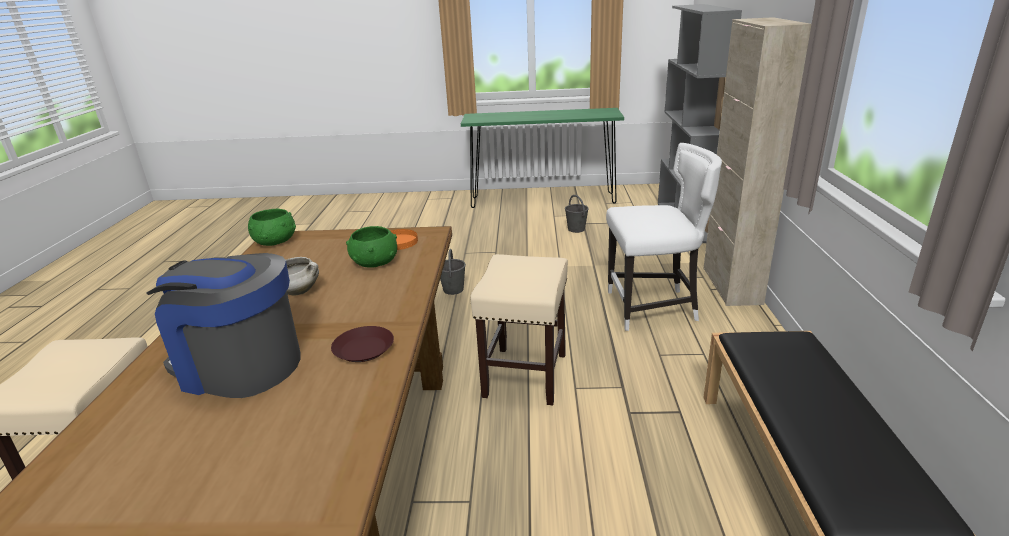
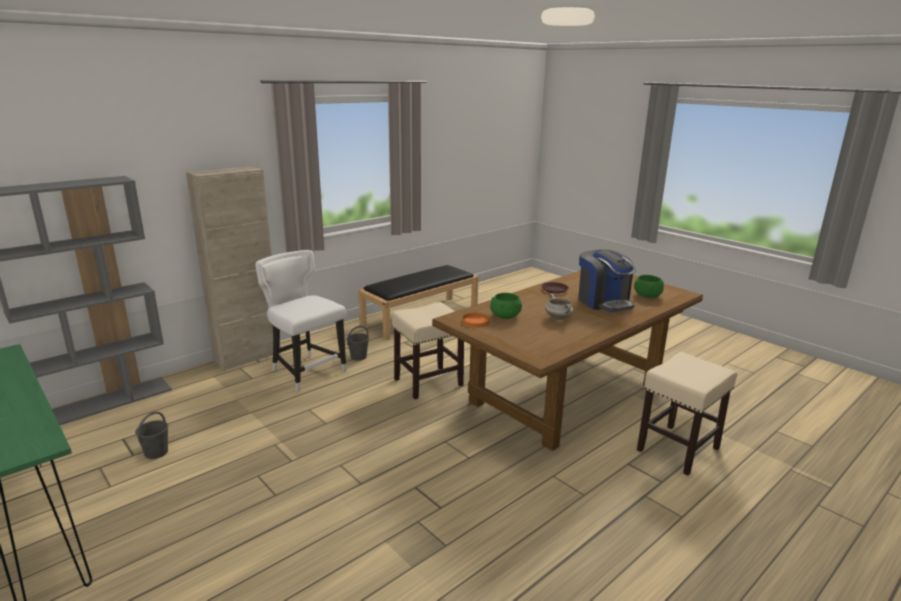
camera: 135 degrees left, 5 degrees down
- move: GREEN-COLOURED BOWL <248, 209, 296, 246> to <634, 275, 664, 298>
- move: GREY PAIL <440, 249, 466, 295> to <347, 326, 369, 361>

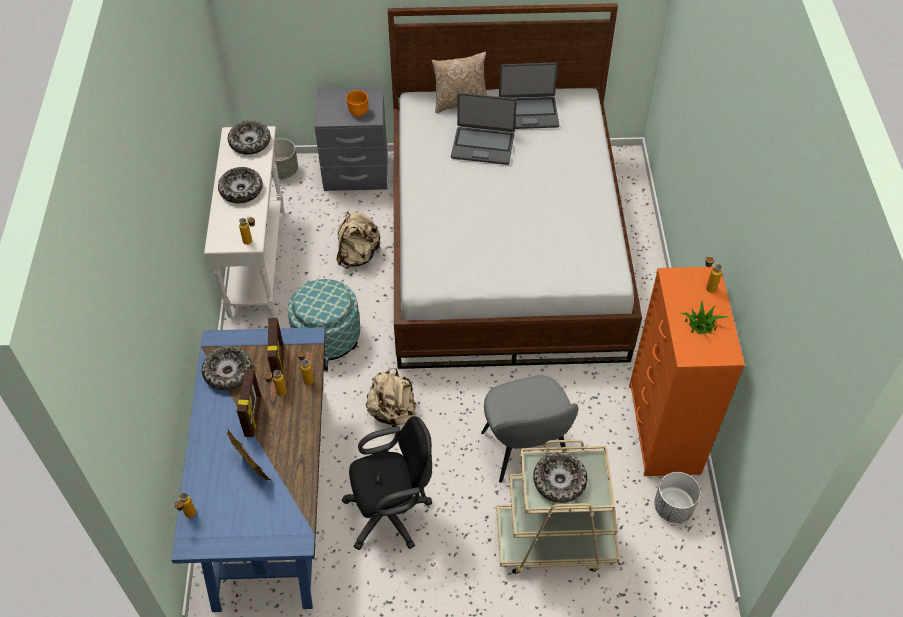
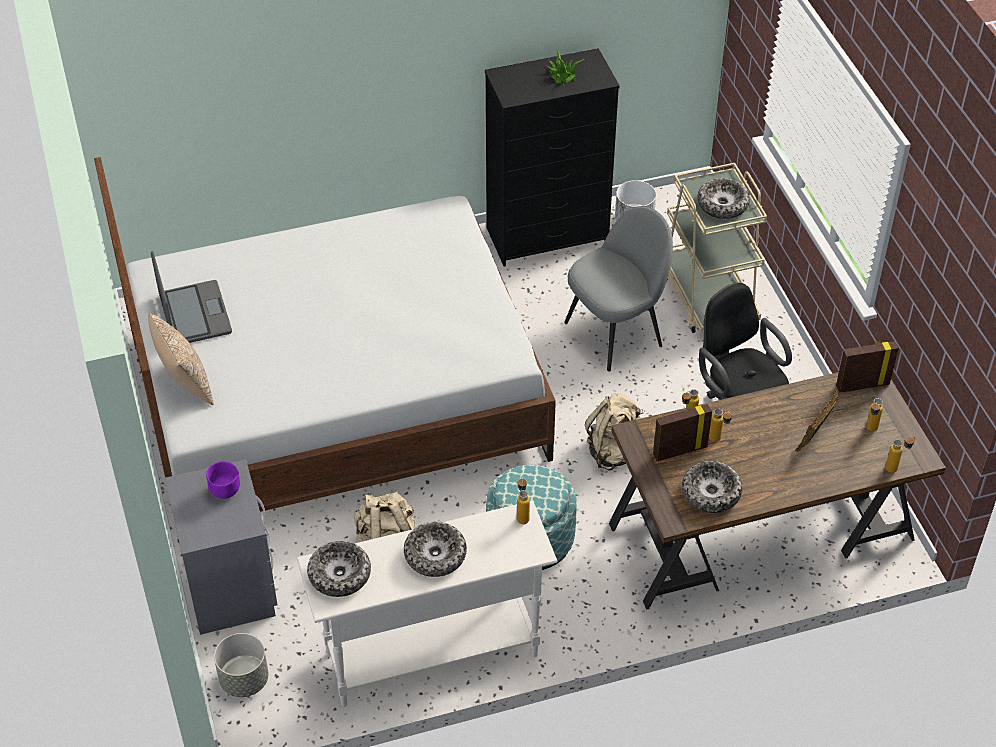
camera: 105 degrees left, 5 degrees down
- recolor: ORANGE BOWL <346, 90, 368, 117> to PURPLE BOWL <206, 461, 240, 499>
- delete: LAPTOP <451, 93, 517, 165>
- move: BEVERAGE BOTTLE <705, 256, 722, 293> to <866, 398, 883, 431>
- recolor: ORANGE CHEST OF DRAWERS <629, 267, 745, 476> to BLACK CHEST OF DRAWERS <485, 48, 620, 267>
- recolor: BLUE-COLOURED DESK <171, 327, 328, 612> to BROWN DESK <609, 372, 946, 610>
- move: STANDING FRAME <237, 369, 261, 437> to <836, 341, 899, 393>

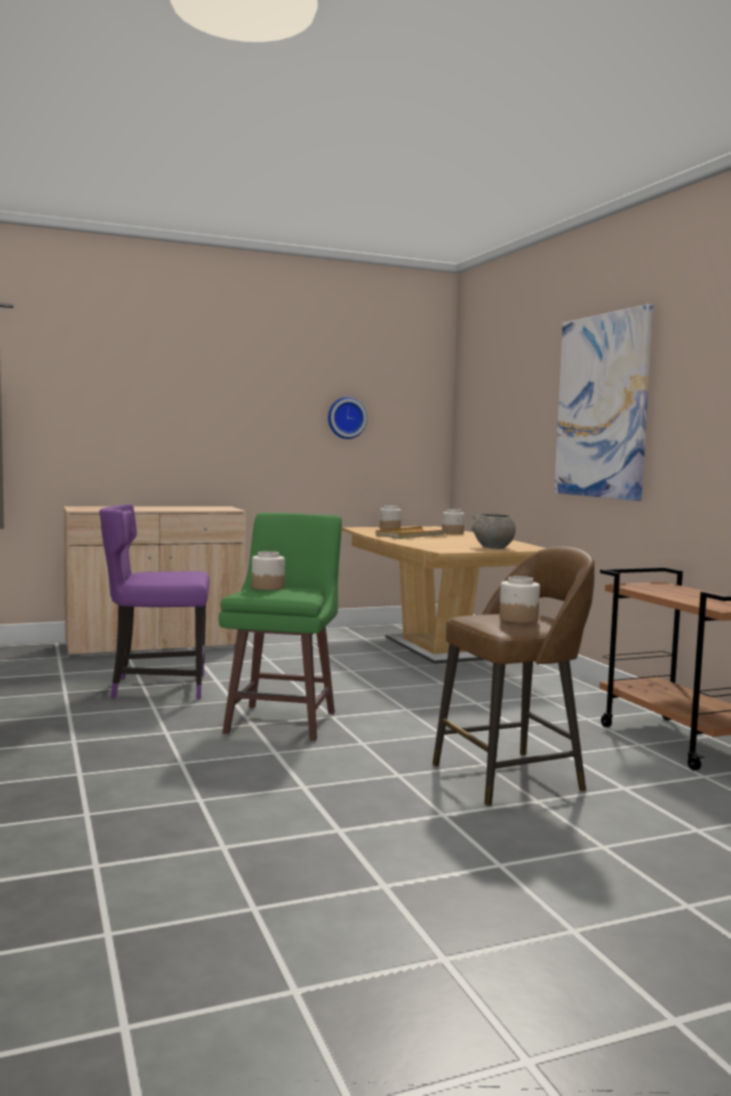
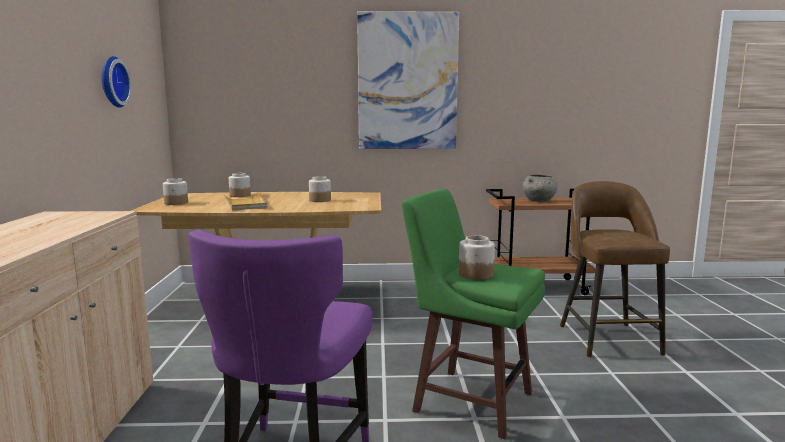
camera: 70 degrees left, 5 degrees up
- move: GREY BOWL <471, 514, 516, 549> to <523, 175, 558, 202>
- move: JAR <499, 576, 540, 623> to <309, 176, 331, 202>

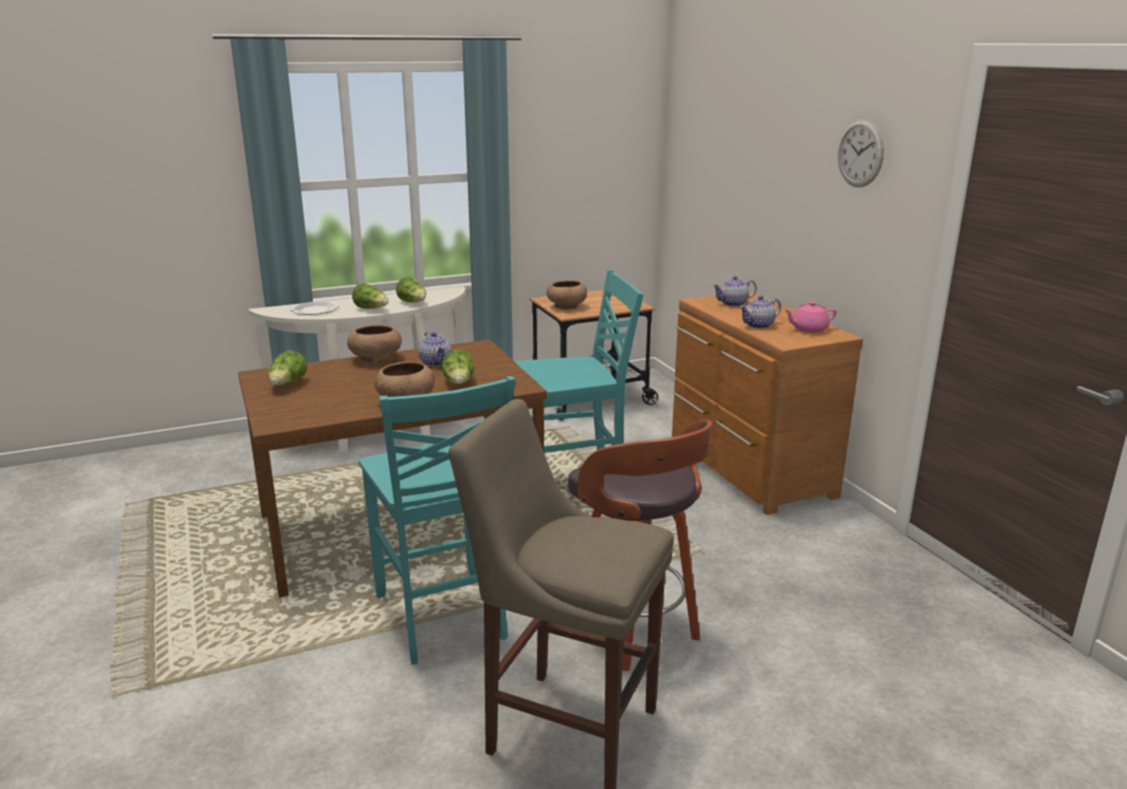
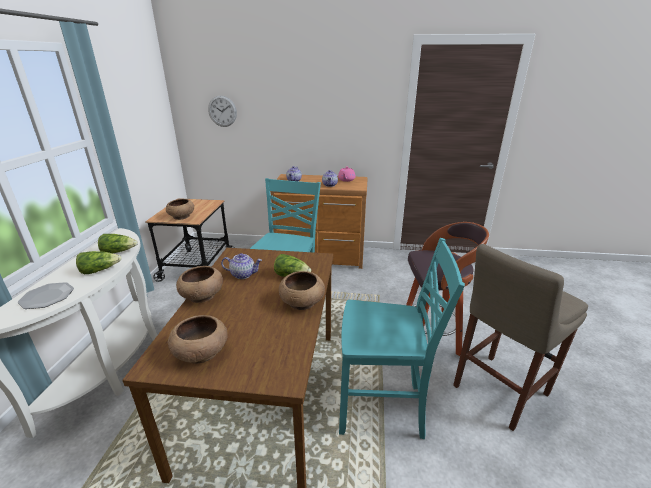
camera: 60 degrees left, 5 degrees up
- move: HANGING CLOCK <838, 119, 884, 187> to <208, 96, 237, 127>
- replace: LETTUCE HEAD <268, 350, 307, 385> to BROWN BOWL <168, 315, 228, 364>

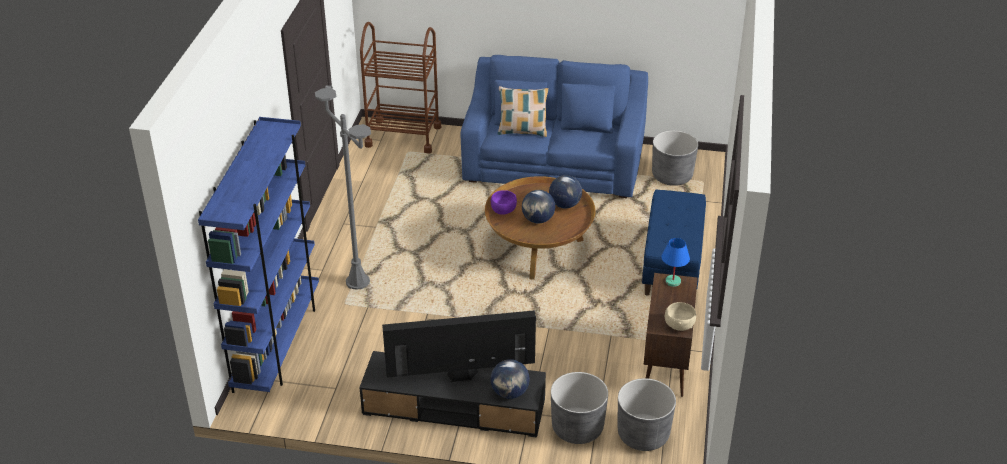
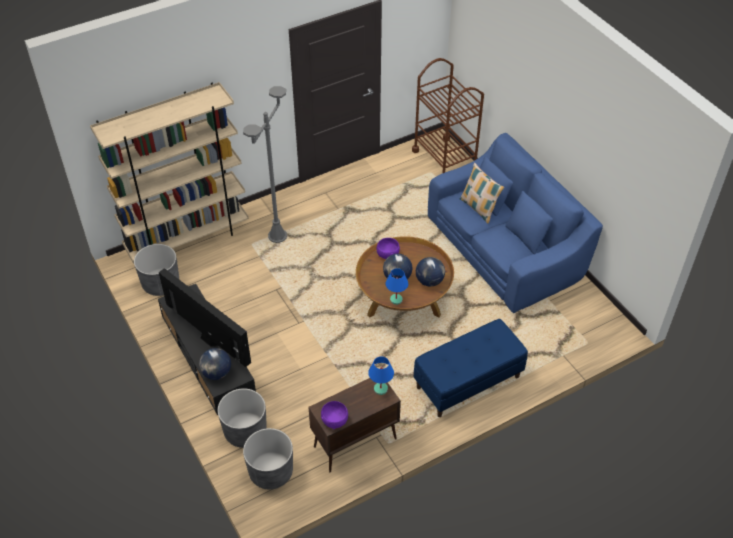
camera: 50 degrees right, 10 degrees up
- recolor: BLUE-COLOURED BOOKSHELF <198, 117, 319, 393> to BEIGE-COLOURED BOOKSHELF <90, 82, 249, 264>
- move: GREY PLANTER <652, 130, 698, 186> to <134, 244, 179, 296>
- recolor: BEIGE-COLOURED BOWL <665, 302, 696, 331> to PURPLE BOWL <321, 401, 348, 429>
- insert: BLUE-COLOURED LAMP FOR A TABLE <385, 268, 408, 305>

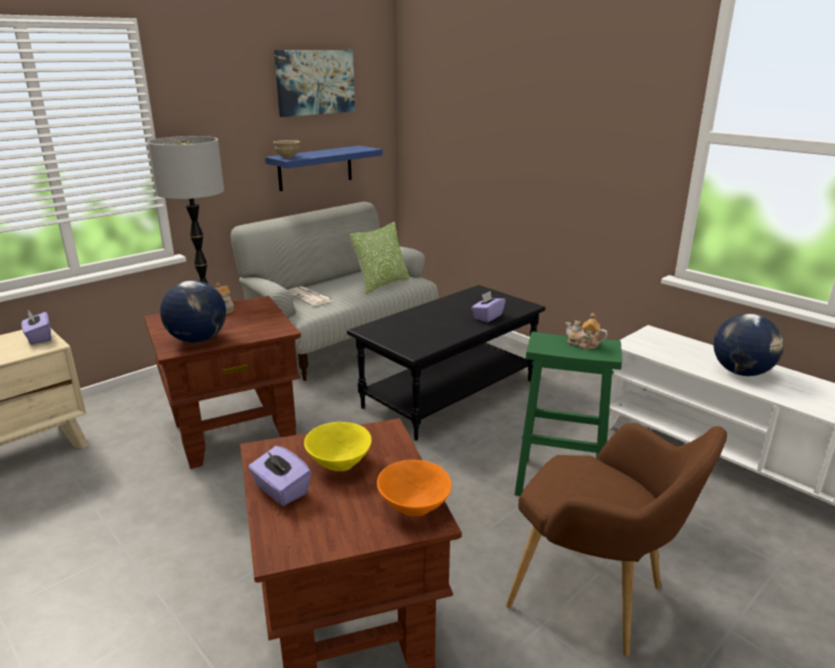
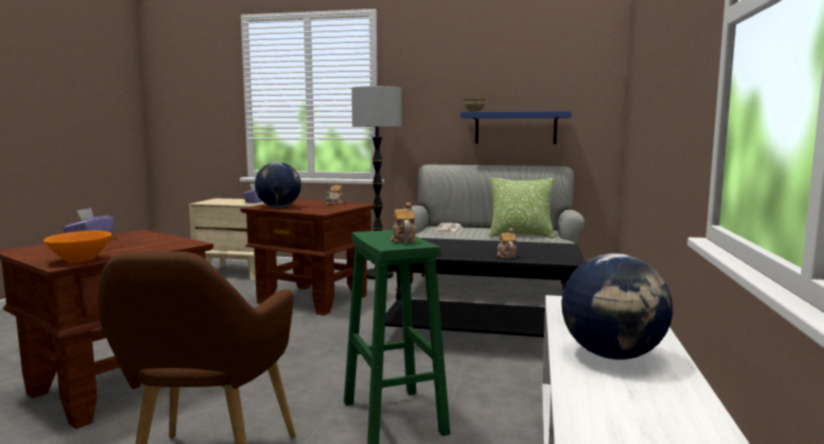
camera: 55 degrees right, 15 degrees down
- delete: WALL ART <274, 50, 355, 117>
- replace: PURPLE BOX OF TISSUES <471, 291, 506, 322> to TEA POT <497, 228, 517, 258>
- delete: YELLOWISH BOWL <304, 422, 371, 471>

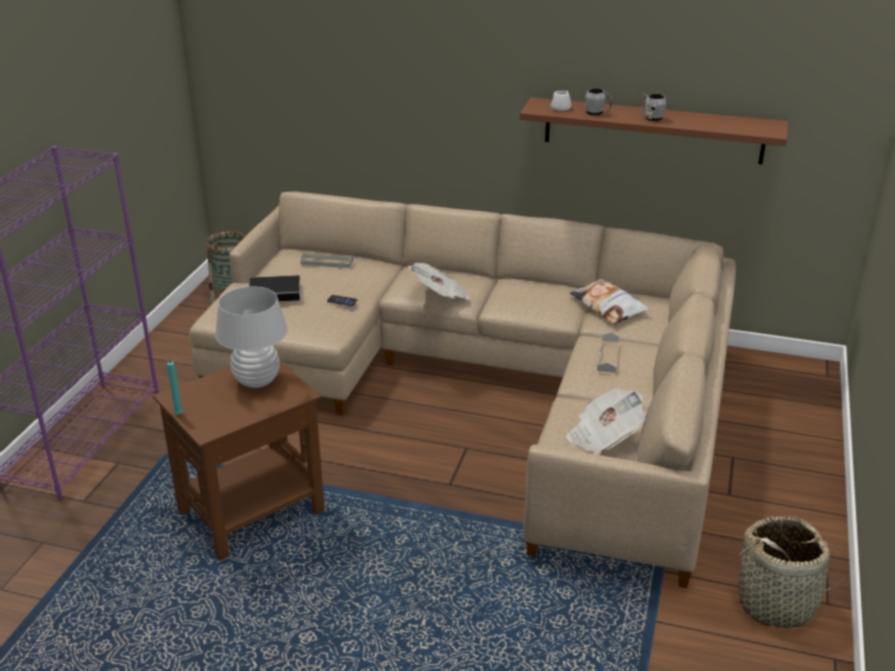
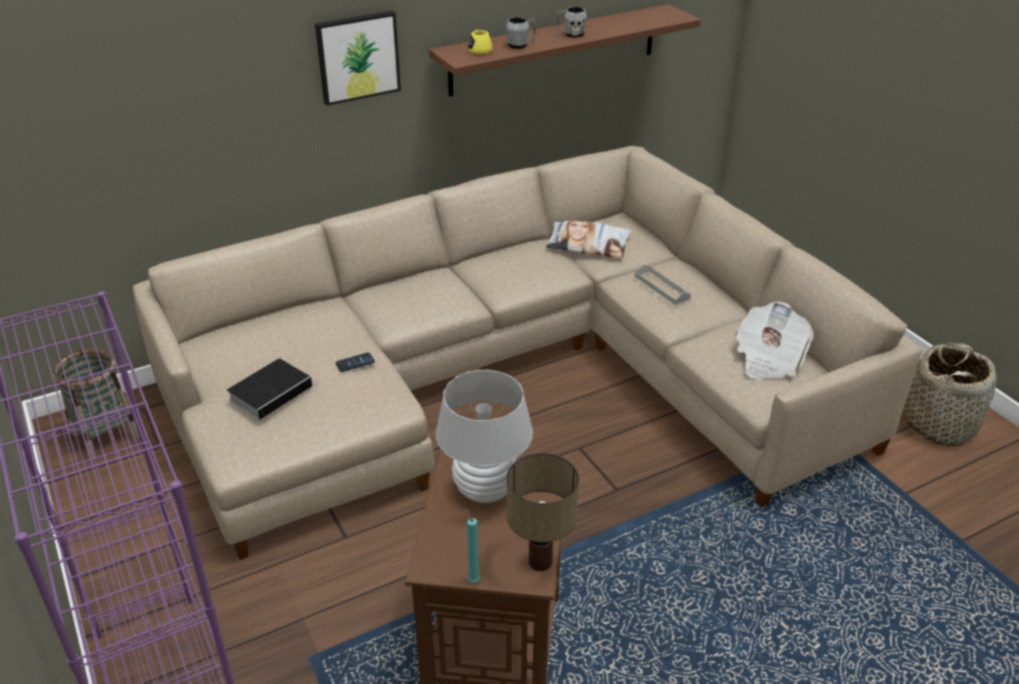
camera: 45 degrees left, 5 degrees up
- recolor: WHITE MUG <550, 91, 571, 111> to YELLOWISH MUG <468, 30, 492, 54>
- delete: GREY SERVING TRAY <300, 253, 353, 268>
- delete: NEWSPAPER <408, 263, 470, 299>
- insert: WALL ART <315, 11, 401, 106>
- insert: LAMP FOR A TABLE <507, 453, 579, 571>

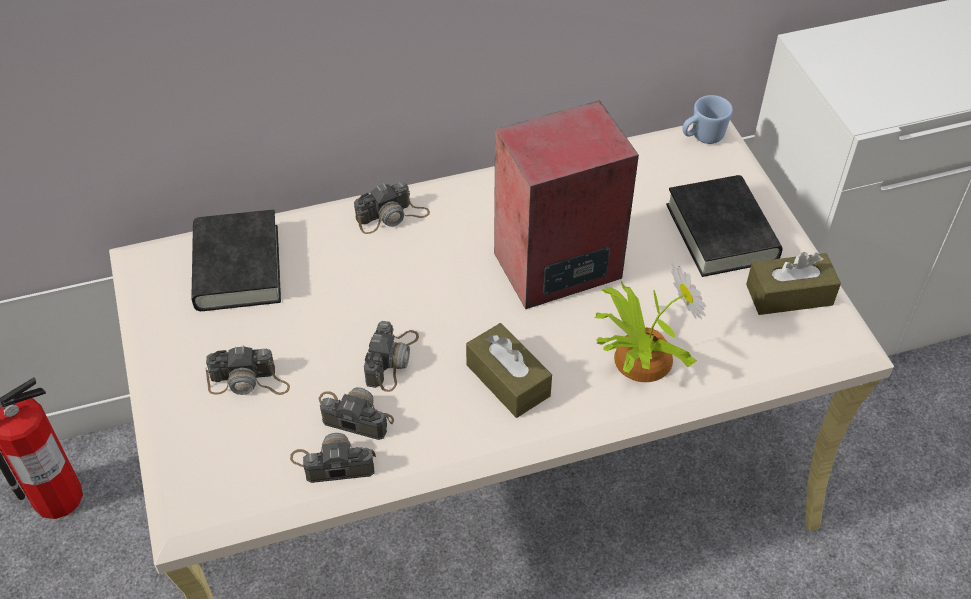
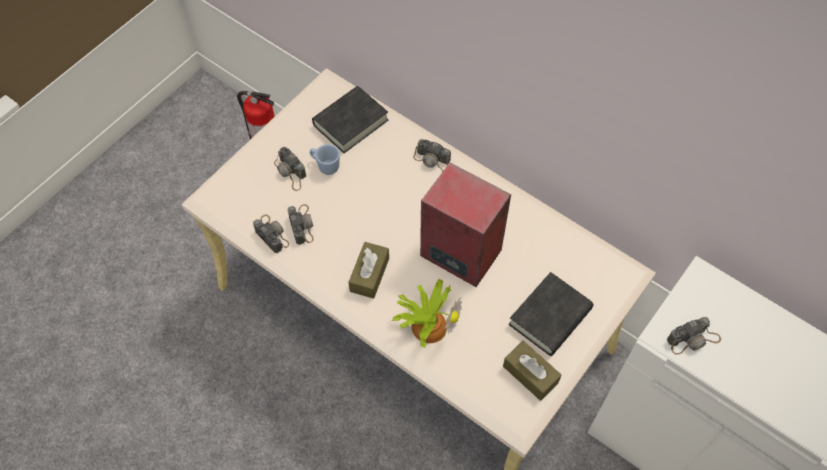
camera: 55 degrees right, 10 degrees up
- move: BLUE-COLOURED MUG <682, 95, 733, 144> to <310, 144, 340, 175>
- move: PHOTO CAMERA <364, 321, 419, 392> to <667, 317, 721, 355>

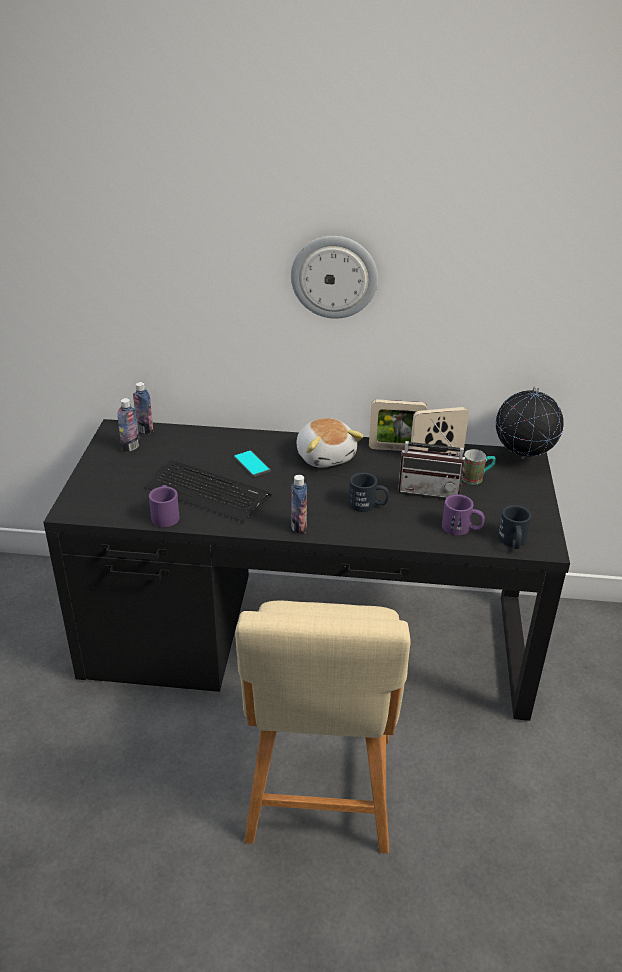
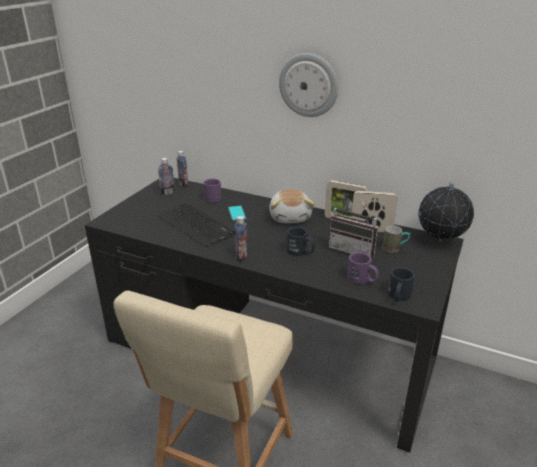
camera: 20 degrees right, 5 degrees down
- move: PURPLE MUG <149, 485, 180, 527> to <203, 179, 222, 203>

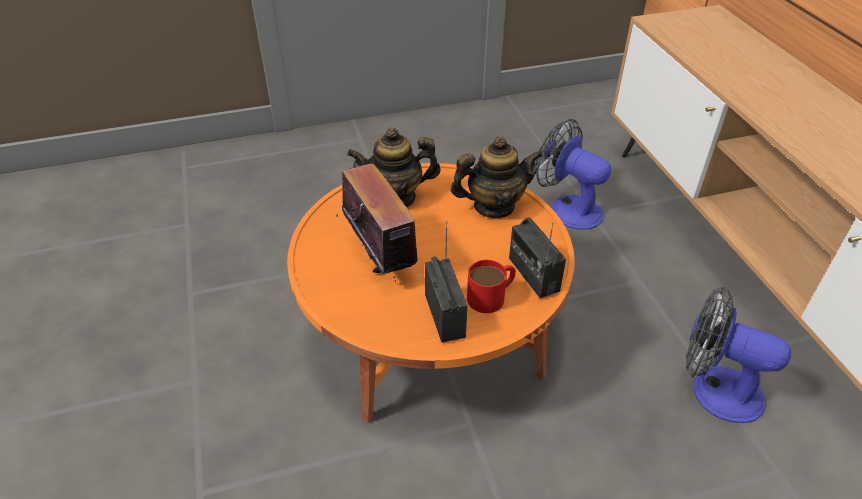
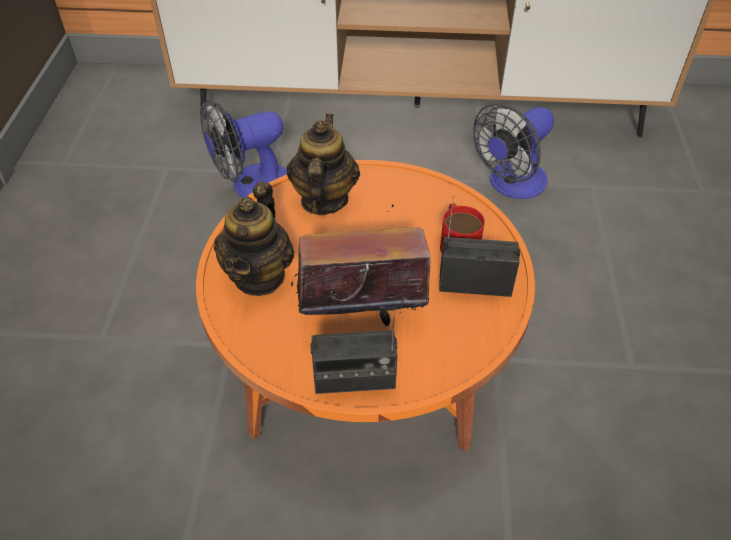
camera: 70 degrees left, 5 degrees up
- move: RADIO SET <509, 218, 566, 298> to <311, 309, 397, 394>

